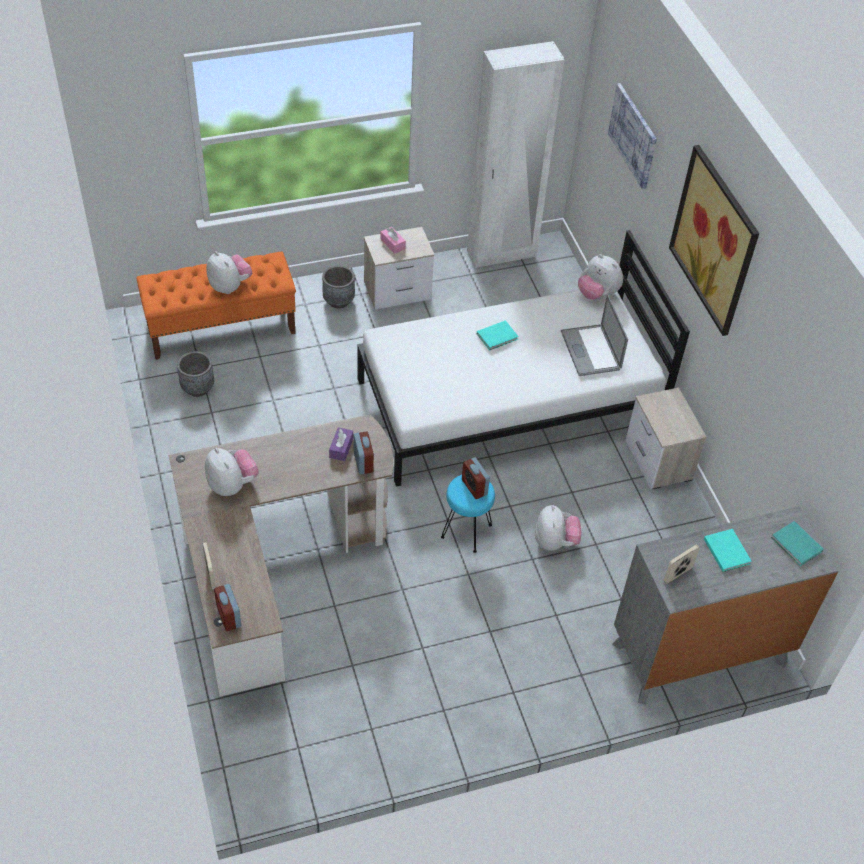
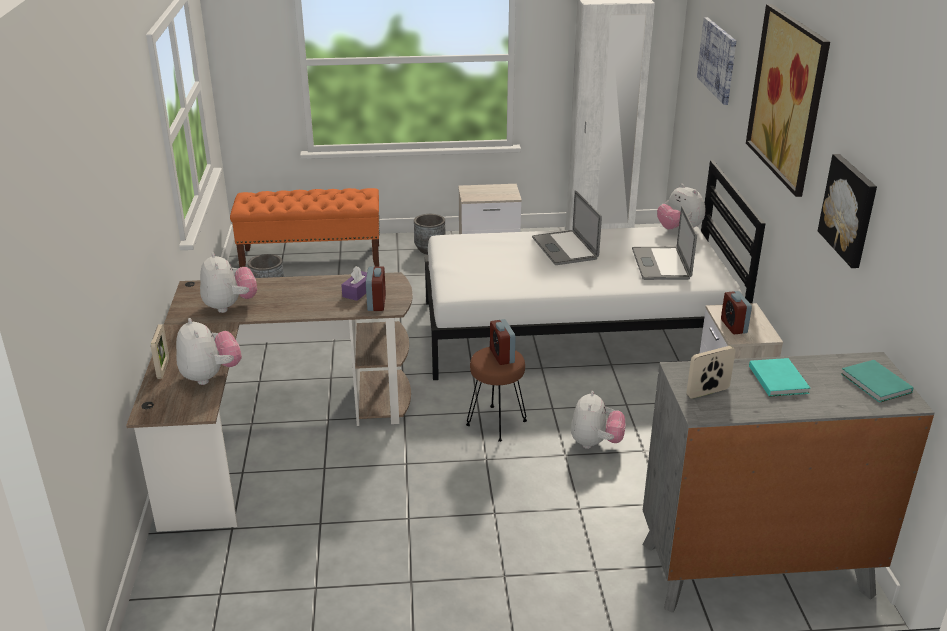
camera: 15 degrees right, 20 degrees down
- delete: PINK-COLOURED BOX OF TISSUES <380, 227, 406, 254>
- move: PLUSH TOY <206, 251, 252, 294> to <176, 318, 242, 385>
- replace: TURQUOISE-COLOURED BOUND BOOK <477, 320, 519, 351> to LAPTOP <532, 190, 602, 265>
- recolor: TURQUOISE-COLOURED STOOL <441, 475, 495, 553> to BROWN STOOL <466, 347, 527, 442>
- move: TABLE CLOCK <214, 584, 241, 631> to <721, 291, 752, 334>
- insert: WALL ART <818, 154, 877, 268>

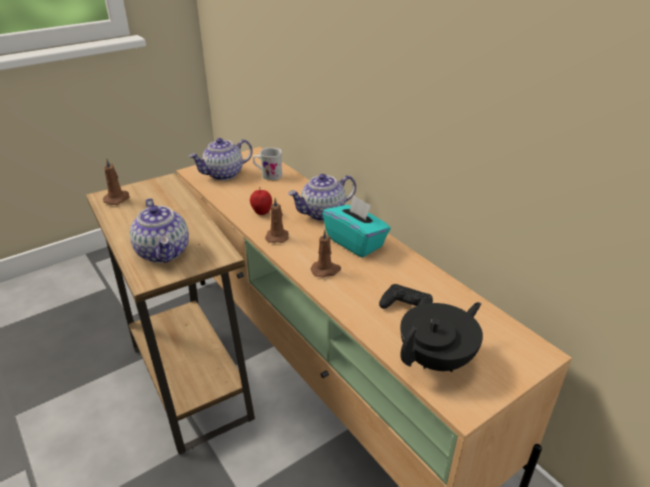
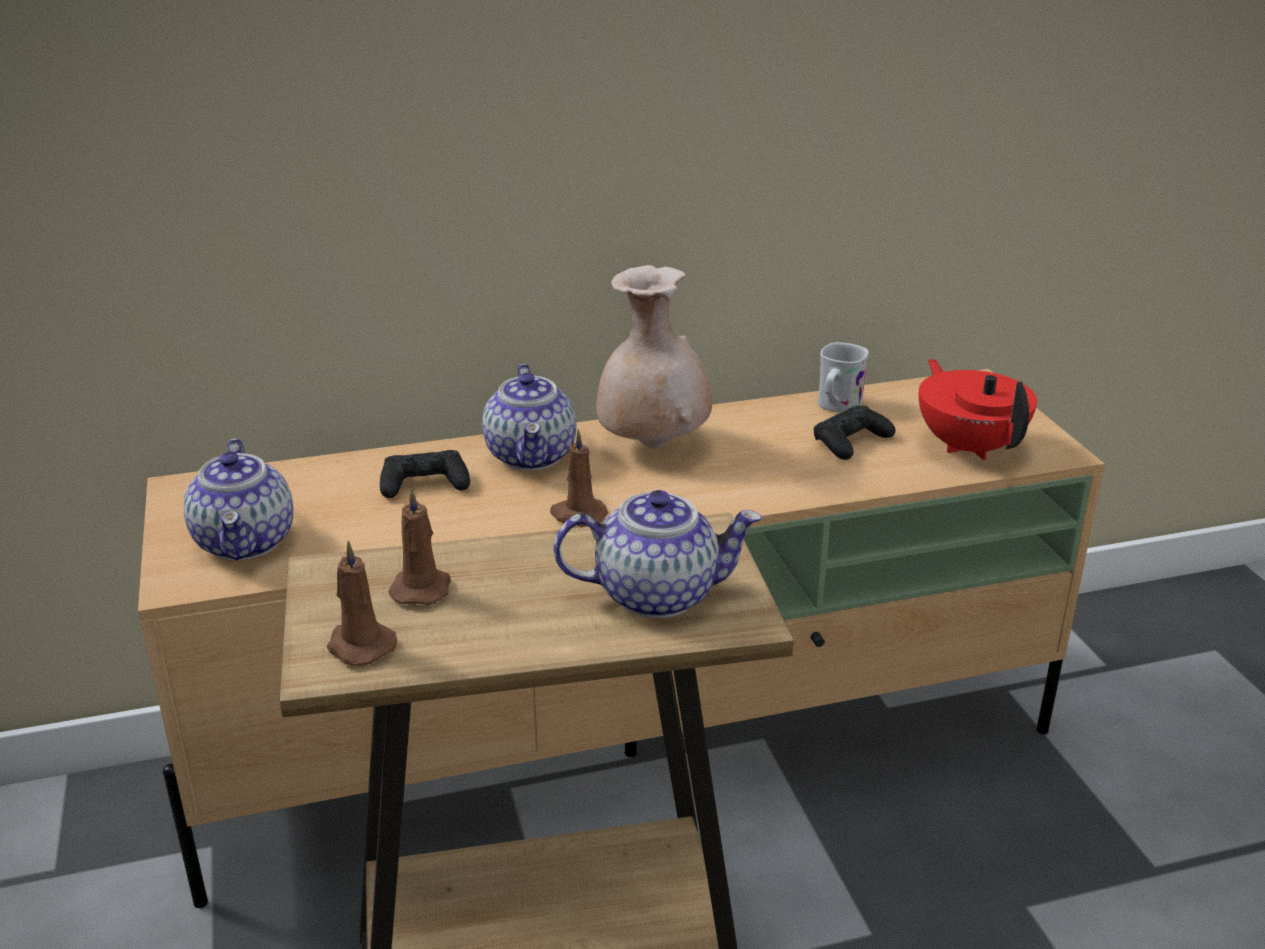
camera: 70 degrees left, 5 degrees down
- move: WHITE MUG <253, 148, 282, 180> to <818, 342, 869, 412>
- delete: WHOLE APPLE <250, 187, 272, 215>
- replace: TURQUOISE-COLOURED BOX OF TISSUES <322, 195, 391, 258> to BEIGE-COLOURED FLOWER VASE <596, 265, 712, 448>
- move: BROWN WAX LIGHT <311, 229, 341, 278> to <388, 488, 451, 605>
- recolor: BLACK TEA POT <400, 302, 483, 372> to REDDISH TEA POT <919, 359, 1037, 460>
- insert: BLACK JOYPAD <380, 450, 470, 498>

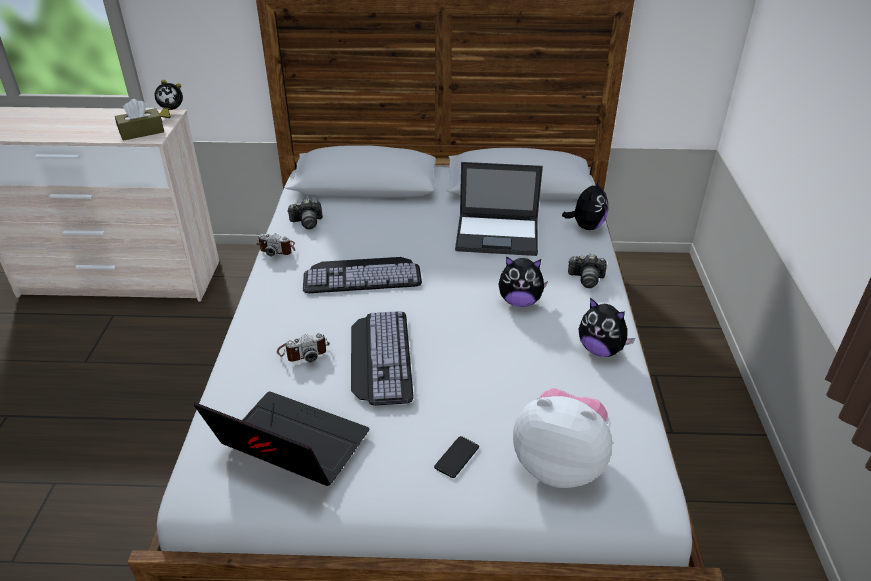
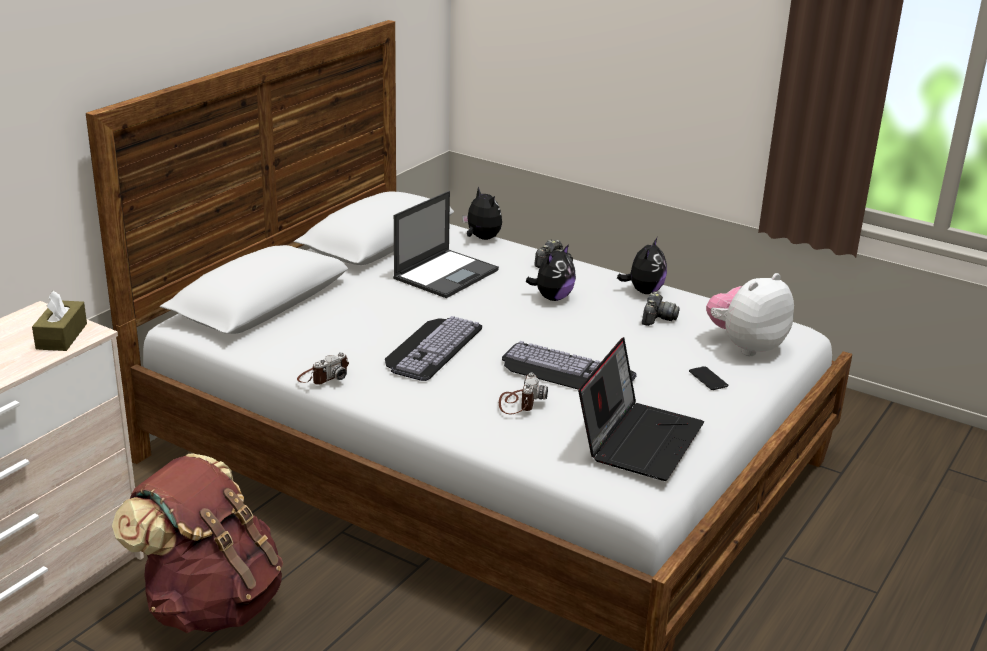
camera: 60 degrees left, 10 degrees down
- delete: TABLE CLOCK <155, 80, 183, 118>
- move: PHOTO CAMERA <287, 199, 323, 229> to <642, 291, 680, 326>
- rotate: PLUSH TOY <579, 297, 635, 357> = <617, 238, 667, 294> 45 degrees counterclockwise
- rotate: LAPTOP <194, 391, 369, 486> = <578, 337, 704, 481> 150 degrees clockwise
- insert: BROWN BACKPACK <112, 454, 283, 633>

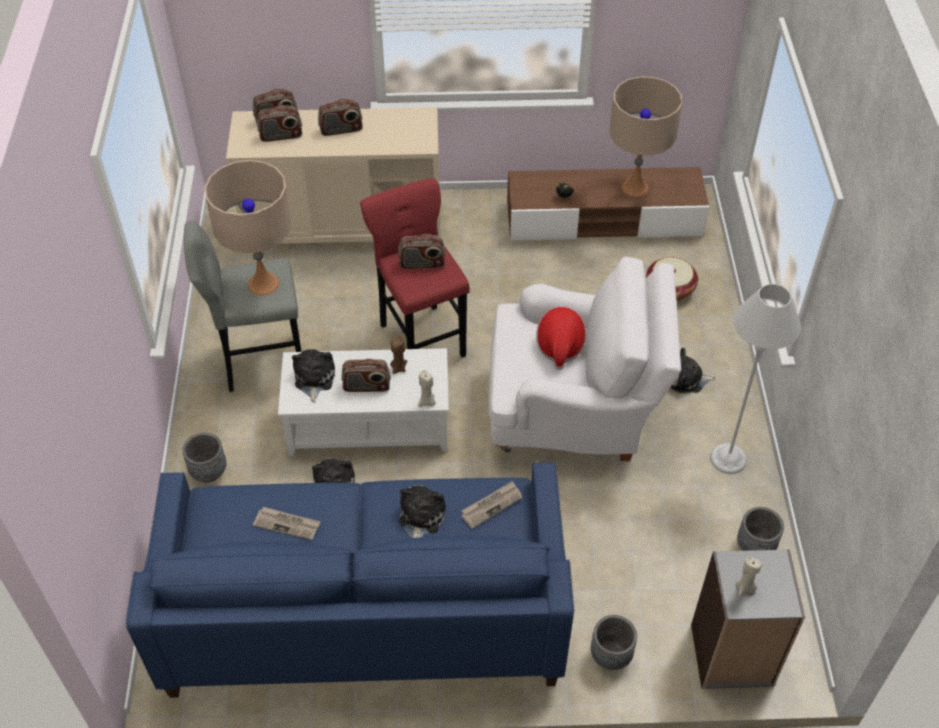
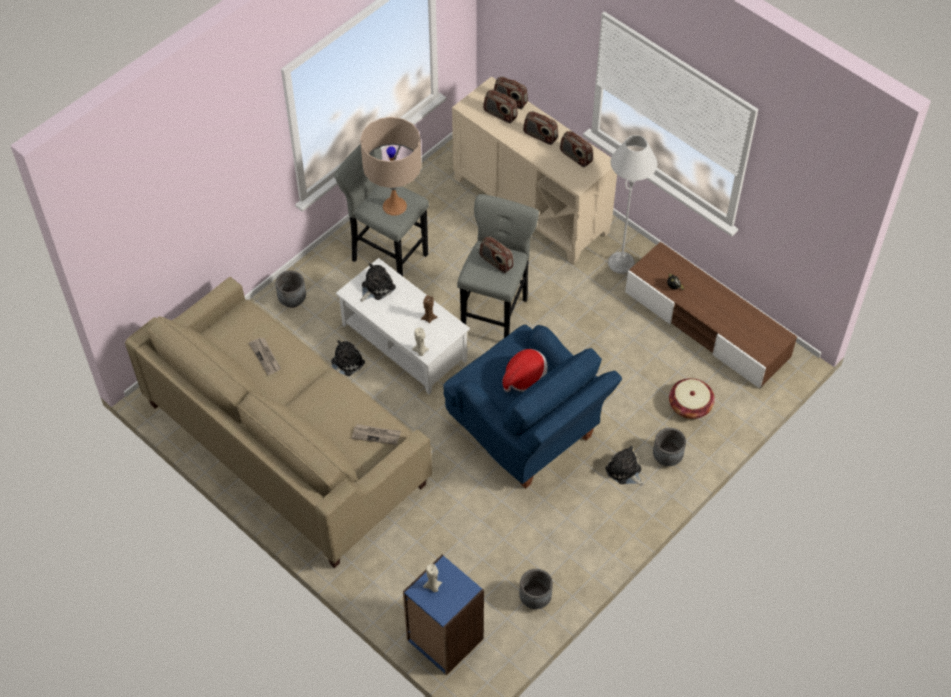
camera: 45 degrees right, 5 degrees up
- delete: BEIGE-COLOURED LAMP FOR A TABLE <610, 76, 682, 197>
- recolor: REDDISH STOOL <360, 178, 470, 357> to GREY STOOL <457, 194, 539, 338>
- recolor: WHITE ARMCHAIR <489, 257, 681, 461> to BLUE-COLOURED ARMCHAIR <443, 325, 622, 489>
- move: GREY FLOOR LAMP <710, 284, 801, 474> to <608, 135, 657, 274>
- move: RADIO SET <341, 359, 391, 392> to <560, 131, 593, 167>
- recolor: BLUE-COLOURED SOFA <126, 462, 574, 698> to BEIGE-COLOURED SOFA <125, 277, 432, 568>
- delete: PLUSH TOY <399, 485, 446, 538>
- recolor: GREY BOOKSHELF <691, 549, 805, 689> to BLUE-COLOURED BOOKSHELF <403, 555, 484, 675>
- move: GREY PLANTER <591, 615, 637, 670> to <653, 428, 686, 466>

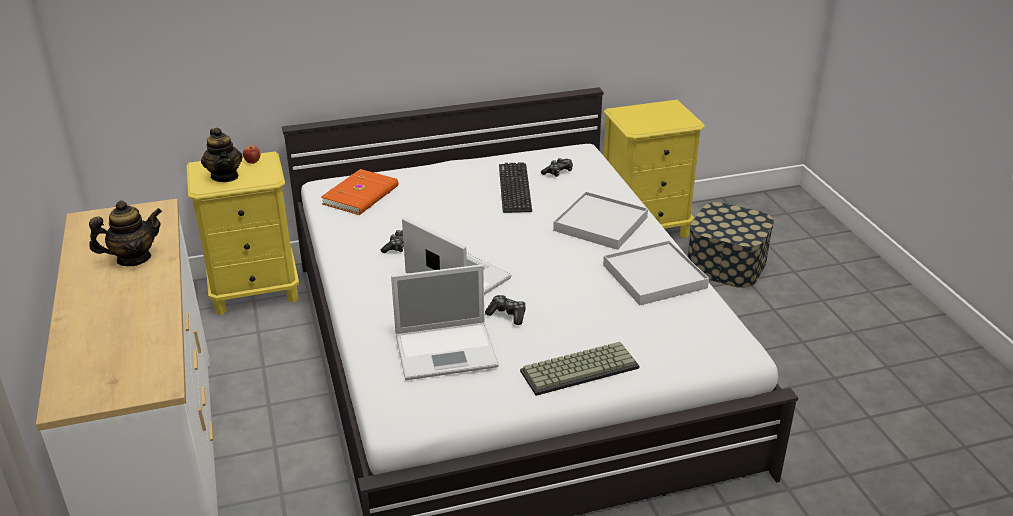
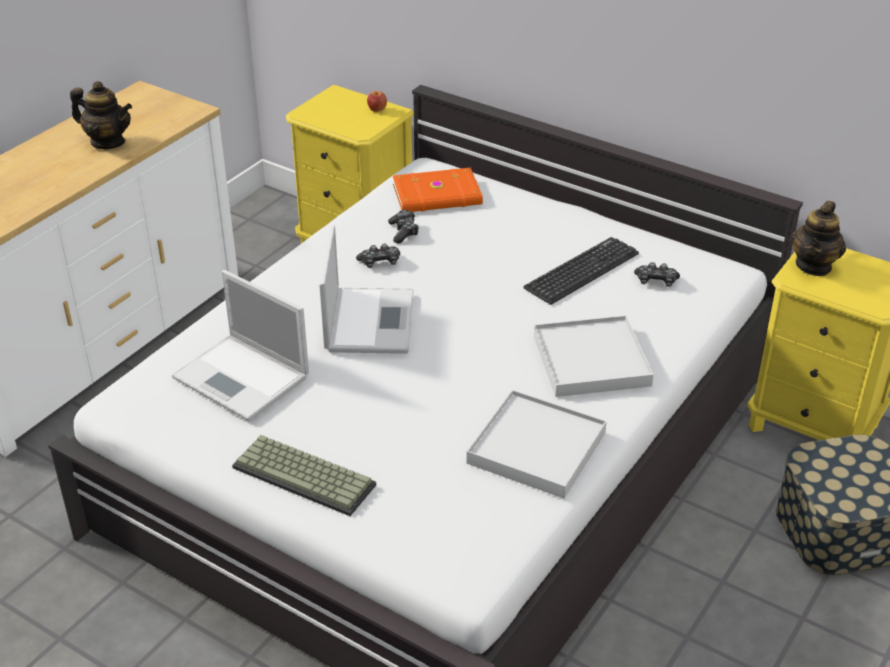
camera: 50 degrees right, 5 degrees up
- move: TEA POT <201, 128, 243, 182> to <791, 201, 846, 276>
- move: JOYPAD <485, 295, 525, 325> to <388, 210, 419, 244>

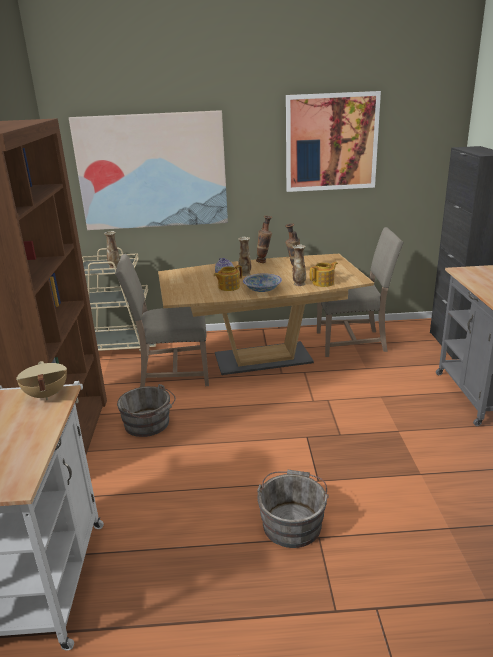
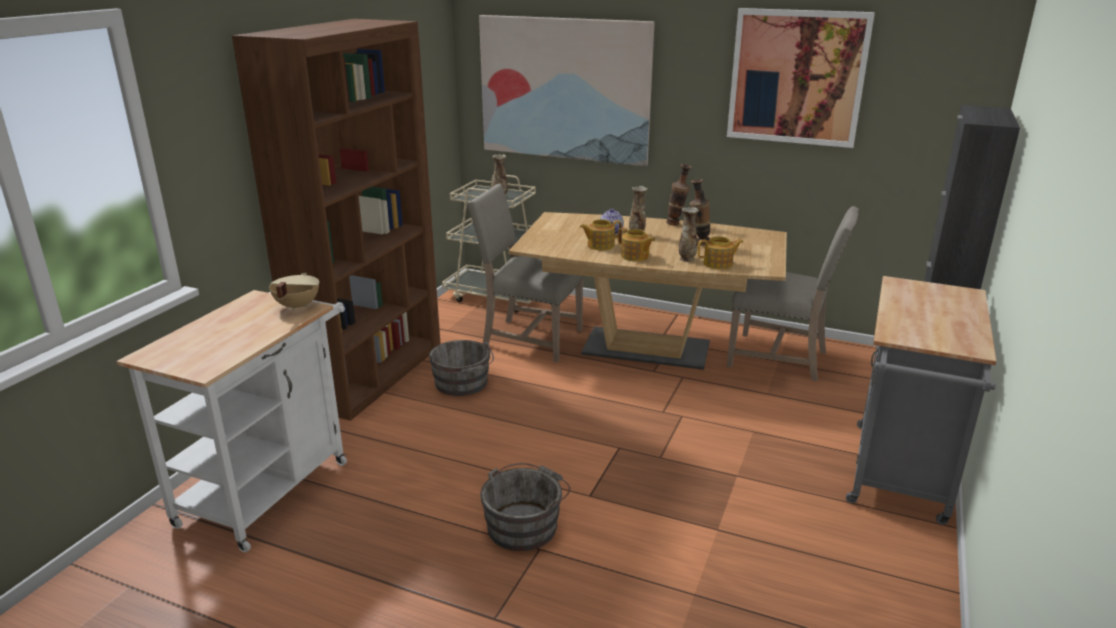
camera: 25 degrees right, 0 degrees up
- replace: BOWL <243, 273, 282, 292> to TEA POT <618, 228, 655, 261>

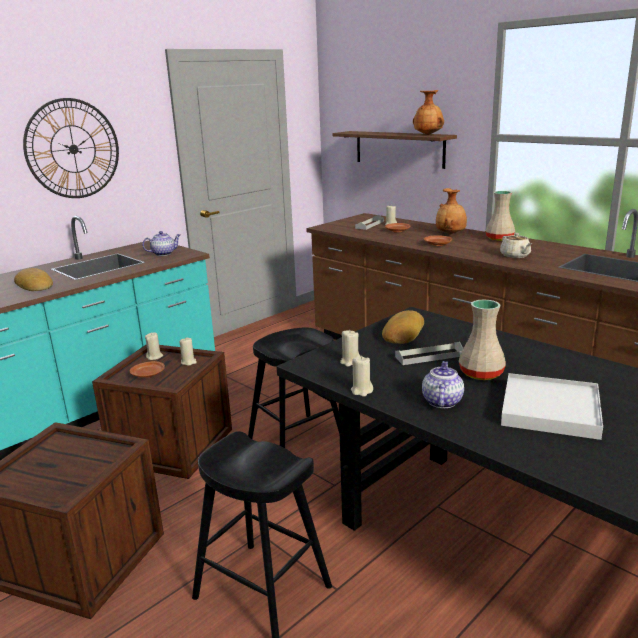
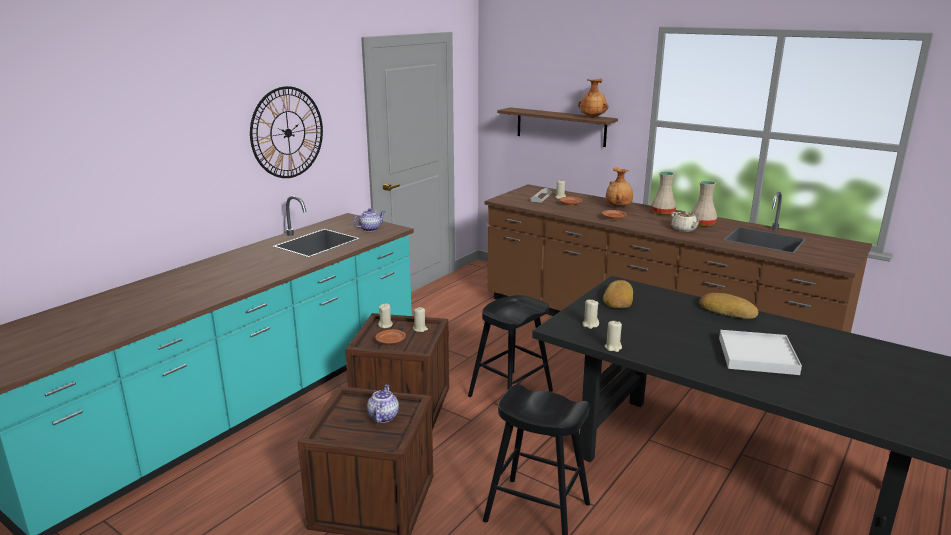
camera: 10 degrees left, 0 degrees up
- move: BAKERY BREAD <14, 268, 53, 291> to <700, 293, 758, 319>
- move: BEIGE-COLOURED FLOWER VASE <459, 299, 506, 380> to <691, 181, 717, 226>
- delete: GREY SERVING TRAY <395, 342, 463, 365>
- move: TEA POT <422, 361, 464, 408> to <367, 384, 399, 423>

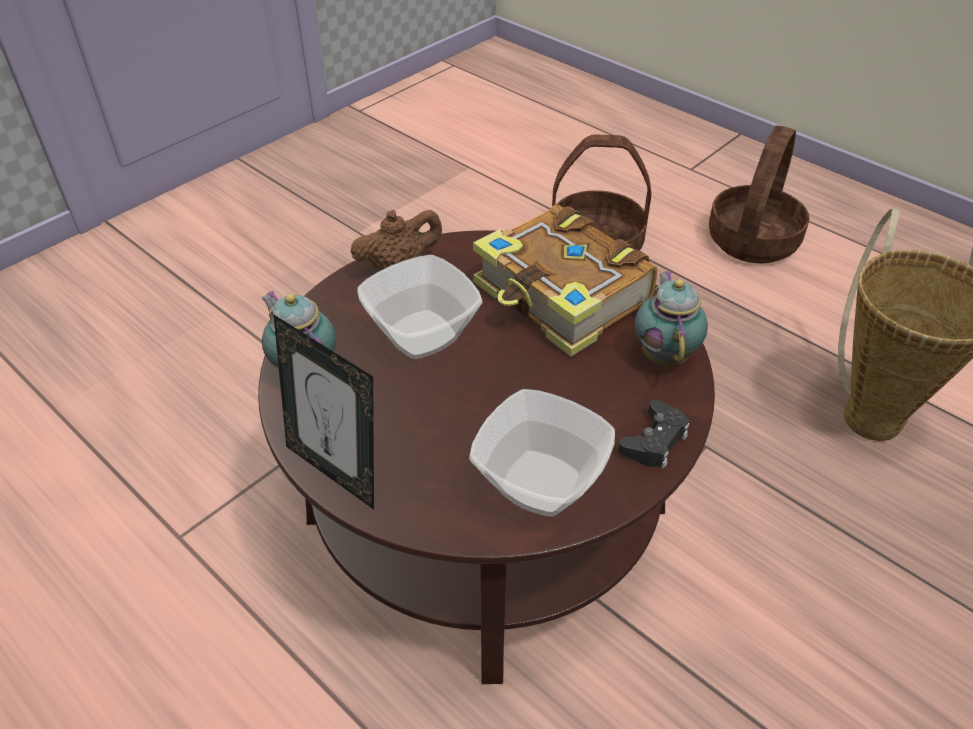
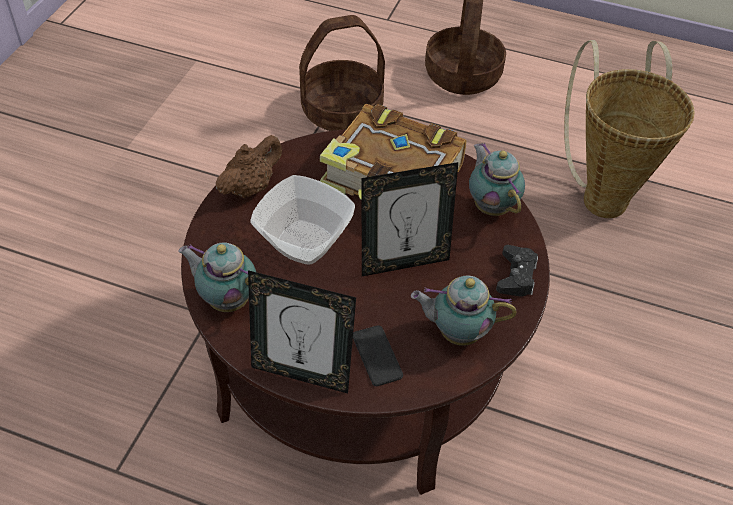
camera: 25 degrees left, 5 degrees up
- replace: BOWL <469, 389, 615, 517> to TEA POT <411, 276, 517, 346>
- insert: STANDING FRAME <361, 162, 458, 276>
- insert: PHONE <353, 325, 403, 386>

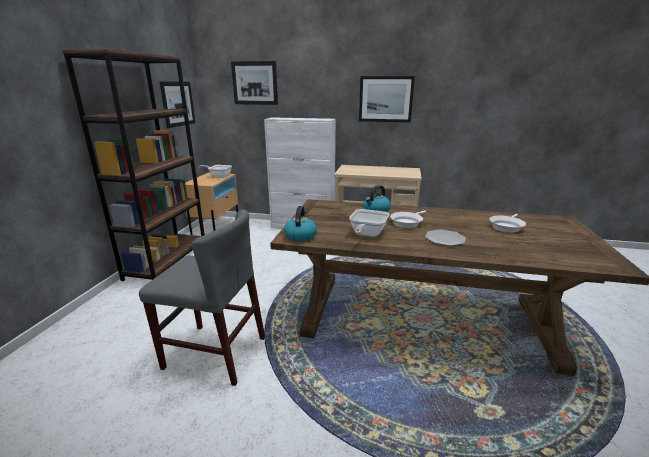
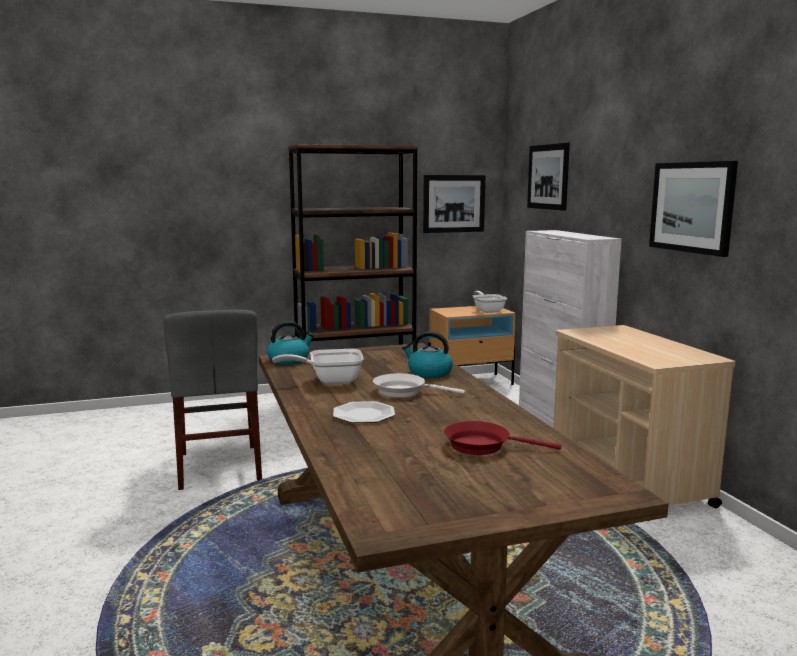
camera: 60 degrees right, 10 degrees down
- recolor: WHITE PAN <489, 214, 526, 232> to REDDISH PAN <444, 421, 561, 455>

